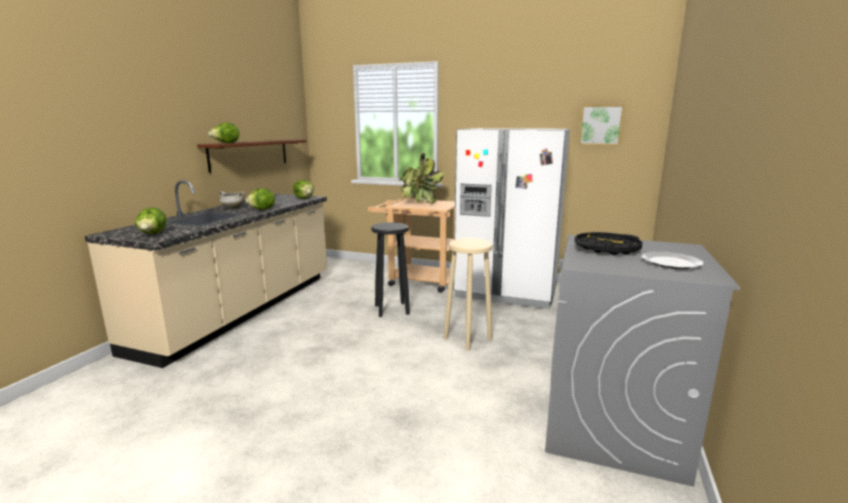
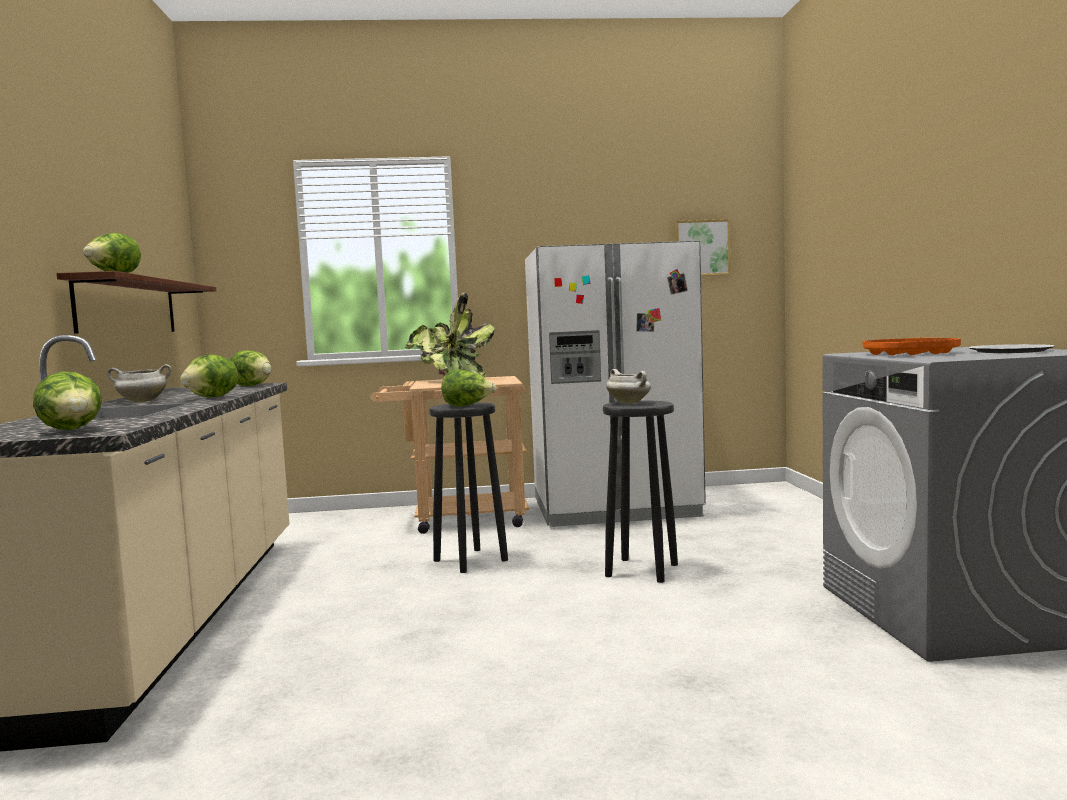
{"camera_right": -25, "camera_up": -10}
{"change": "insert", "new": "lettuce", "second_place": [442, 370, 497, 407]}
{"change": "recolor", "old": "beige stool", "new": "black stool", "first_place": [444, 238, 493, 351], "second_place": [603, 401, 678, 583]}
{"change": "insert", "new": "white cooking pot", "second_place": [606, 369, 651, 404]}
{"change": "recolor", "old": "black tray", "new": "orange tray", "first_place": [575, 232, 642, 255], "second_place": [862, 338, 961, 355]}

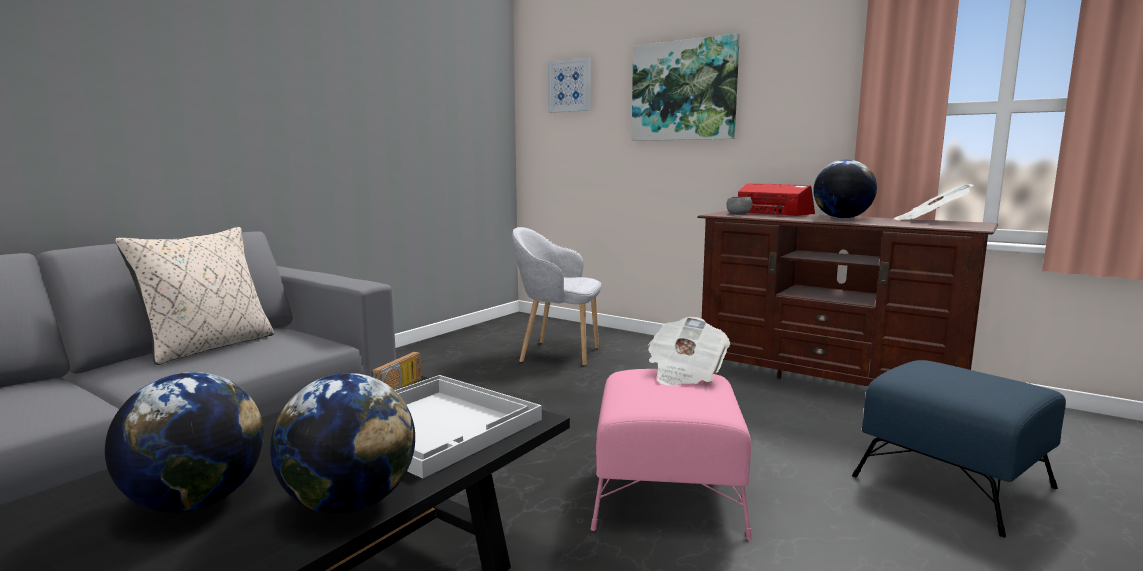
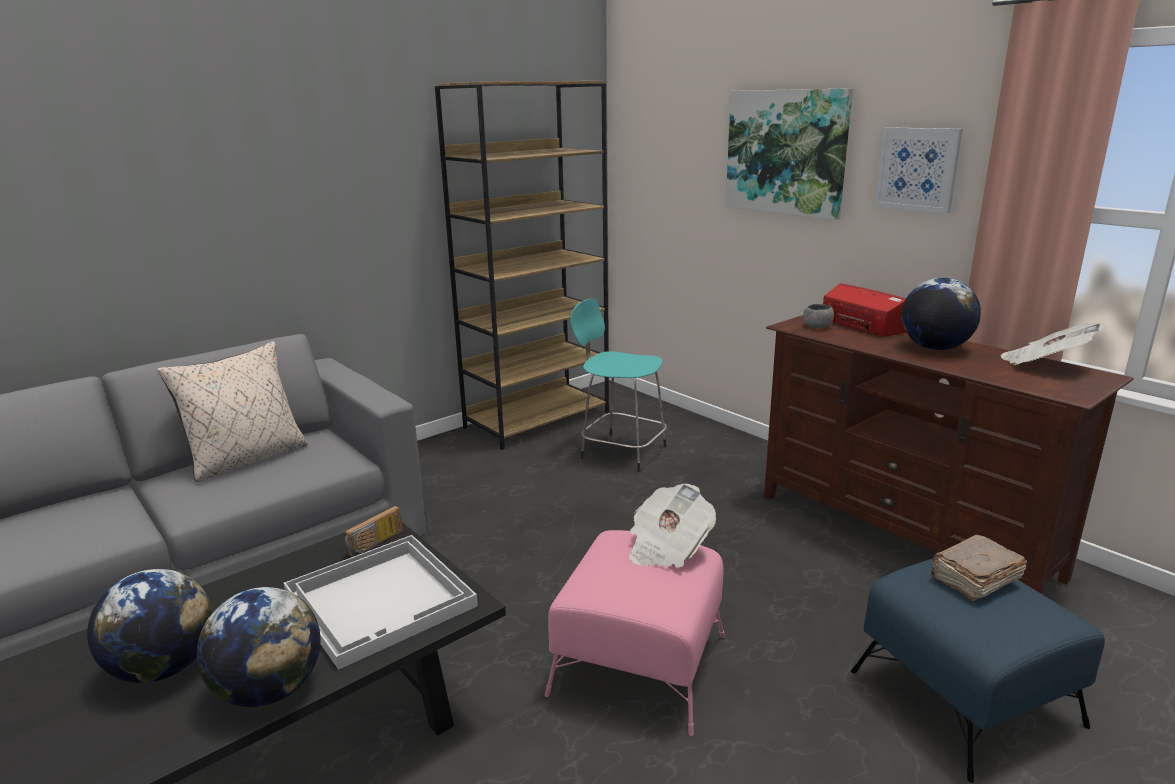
{"camera_right": 15, "camera_up": 10}
{"change": "insert", "new": "brown bookcase", "second_place": [435, 81, 609, 450]}
{"change": "replace", "old": "grey armchair", "new": "turquoise stool", "first_place": [512, 227, 601, 366], "second_place": [570, 299, 667, 472]}
{"change": "move", "old": "picture", "first_place": [548, 57, 591, 113], "second_place": [875, 127, 963, 213]}
{"change": "insert", "new": "brown book", "second_place": [930, 535, 1027, 601]}

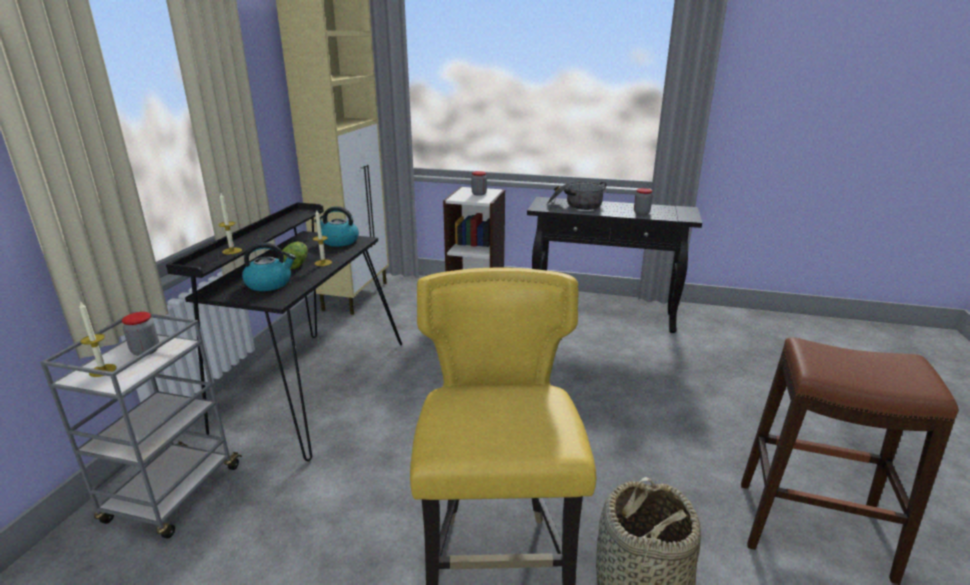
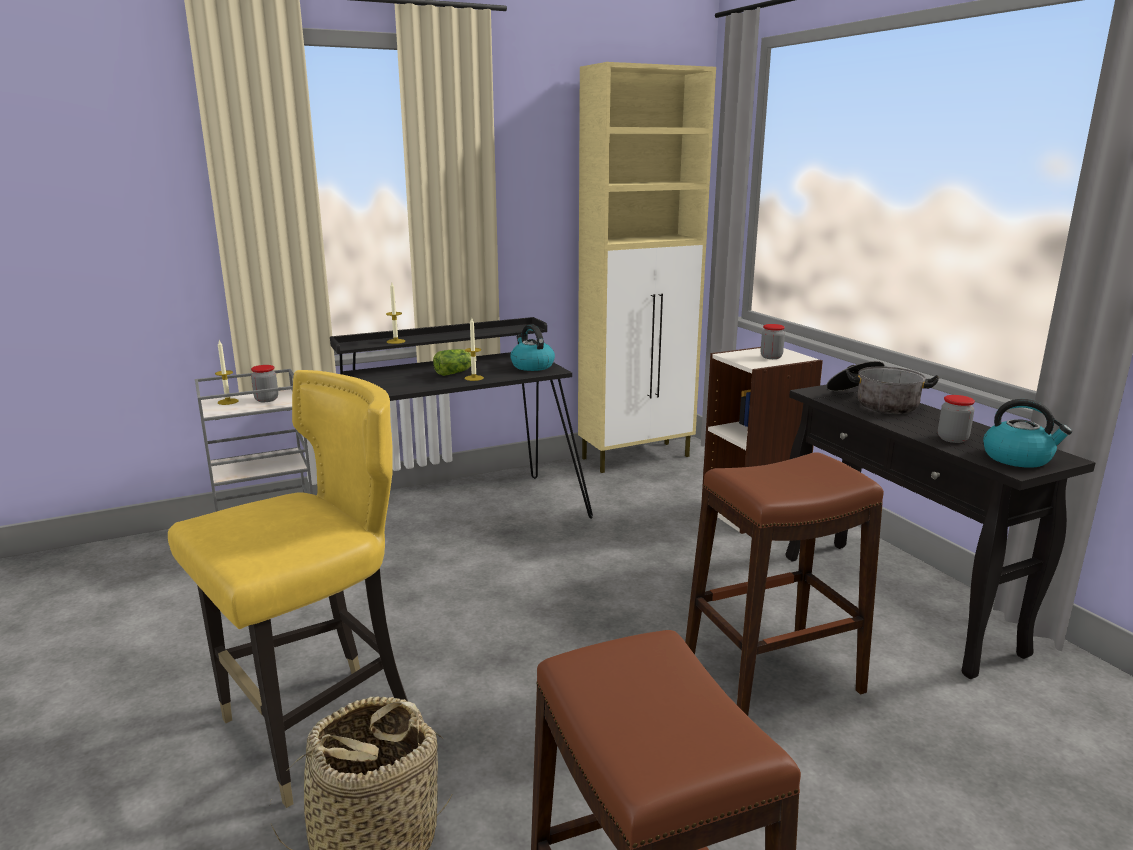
{"camera_right": 50, "camera_up": -5}
{"change": "insert", "new": "brown stool", "second_place": [685, 452, 884, 716]}
{"change": "move", "old": "kettle", "first_place": [242, 242, 296, 291], "second_place": [983, 399, 1072, 468]}

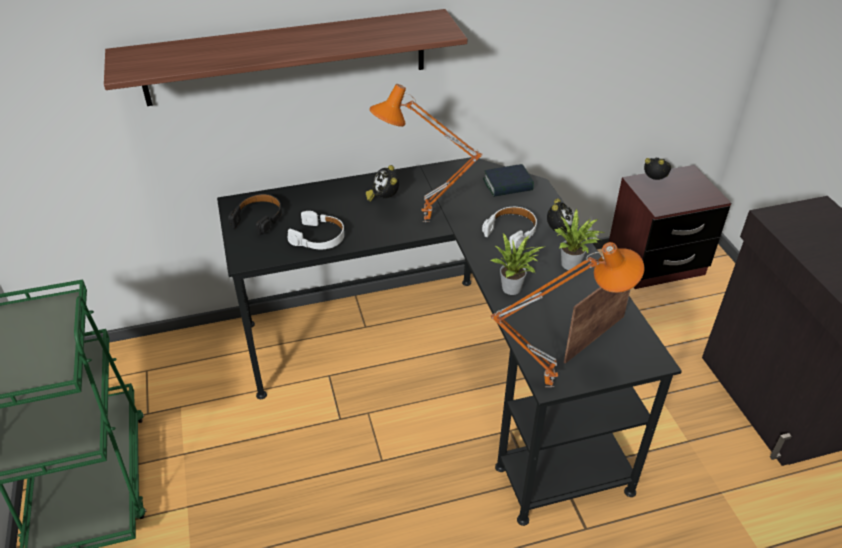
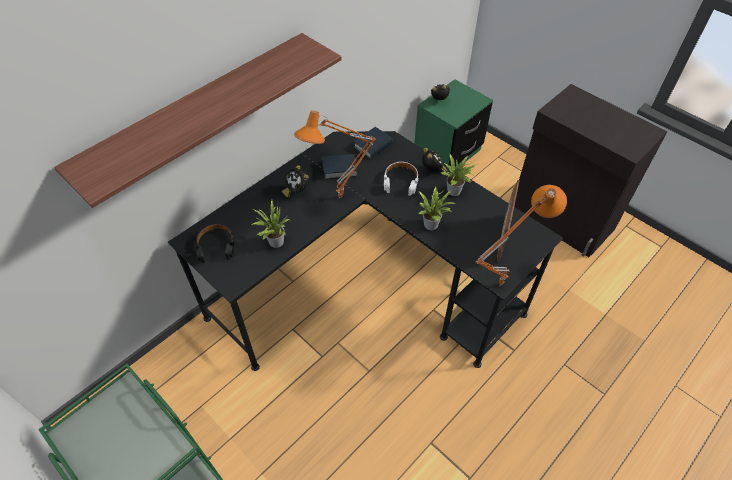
{"camera_right": -30, "camera_up": 10}
{"change": "replace", "old": "white headphones", "new": "potted plant", "first_place": [288, 211, 344, 249], "second_place": [251, 199, 289, 248]}
{"change": "insert", "new": "book", "second_place": [322, 154, 357, 179]}
{"change": "recolor", "old": "brown nightstand", "new": "green nightstand", "first_place": [609, 165, 731, 289], "second_place": [414, 79, 493, 169]}

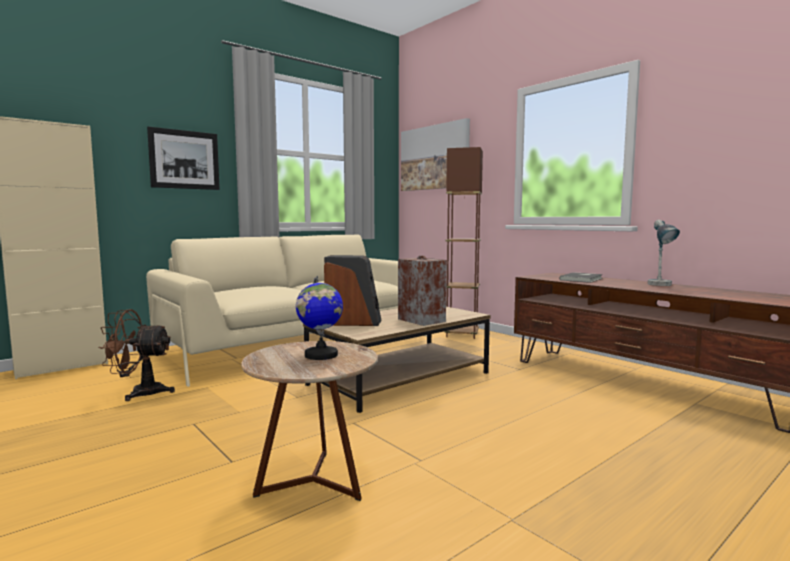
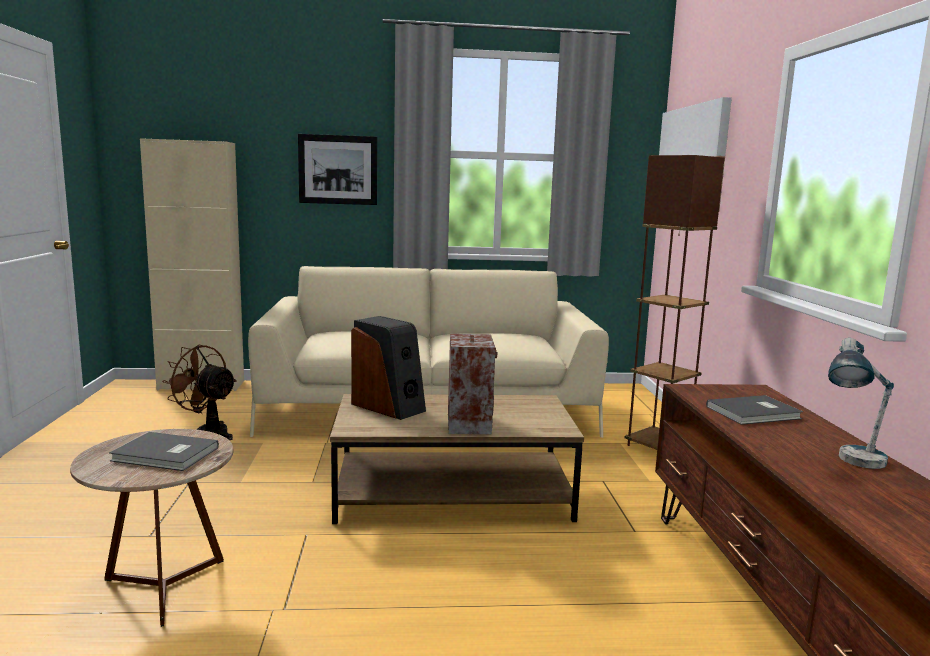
{"camera_right": 35, "camera_up": 5}
{"change": "replace", "old": "globe", "new": "grey book", "first_place": [296, 276, 343, 360], "second_place": [109, 432, 219, 471]}

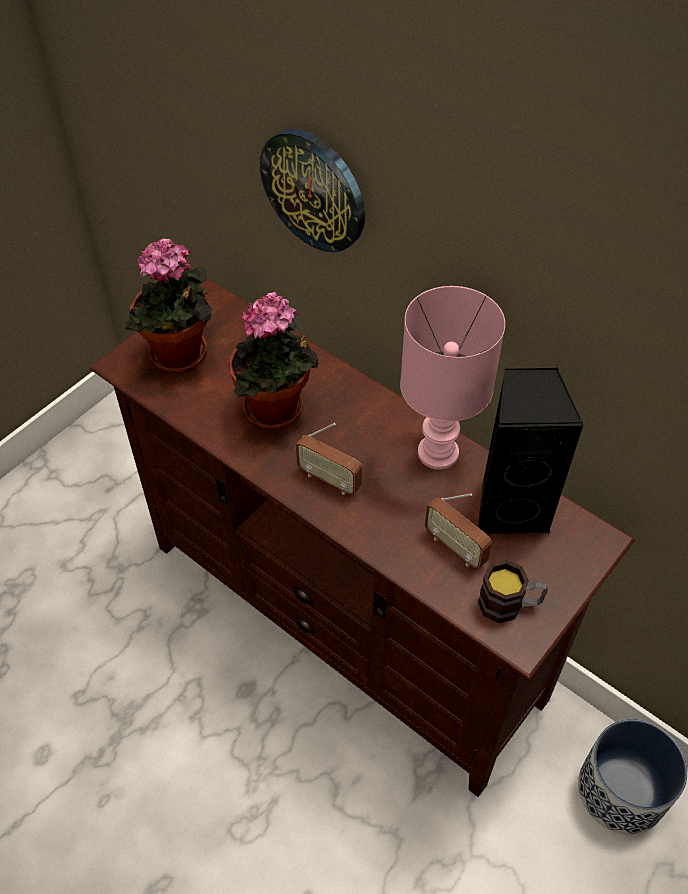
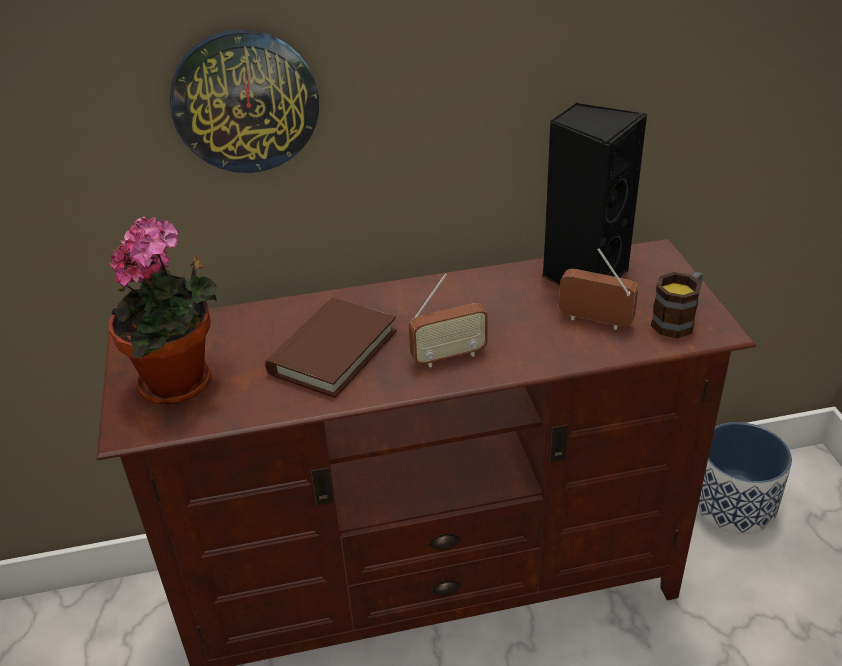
{"camera_right": -50, "camera_up": -15}
{"change": "replace", "old": "potted plant", "new": "brown book", "first_place": [230, 292, 319, 429], "second_place": [265, 298, 397, 398]}
{"change": "rotate", "old": "radio", "first_place": [425, 493, 492, 570], "second_place": [559, 249, 639, 330], "degrees": -150}
{"change": "delete", "old": "pink table lamp", "first_place": [400, 286, 505, 470]}

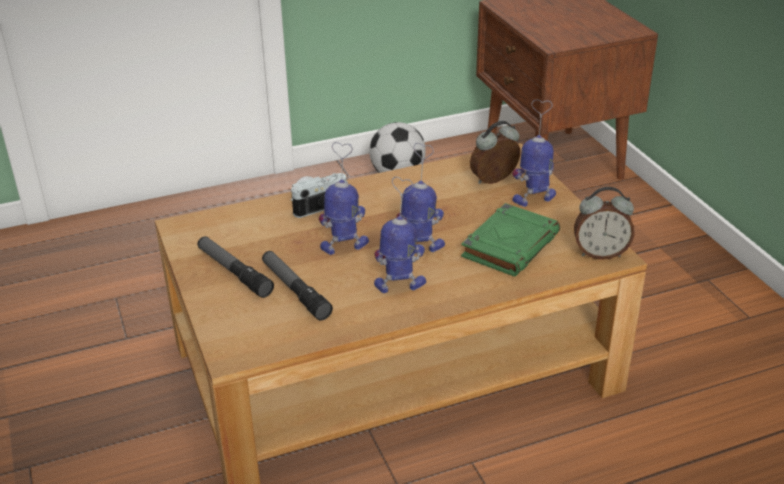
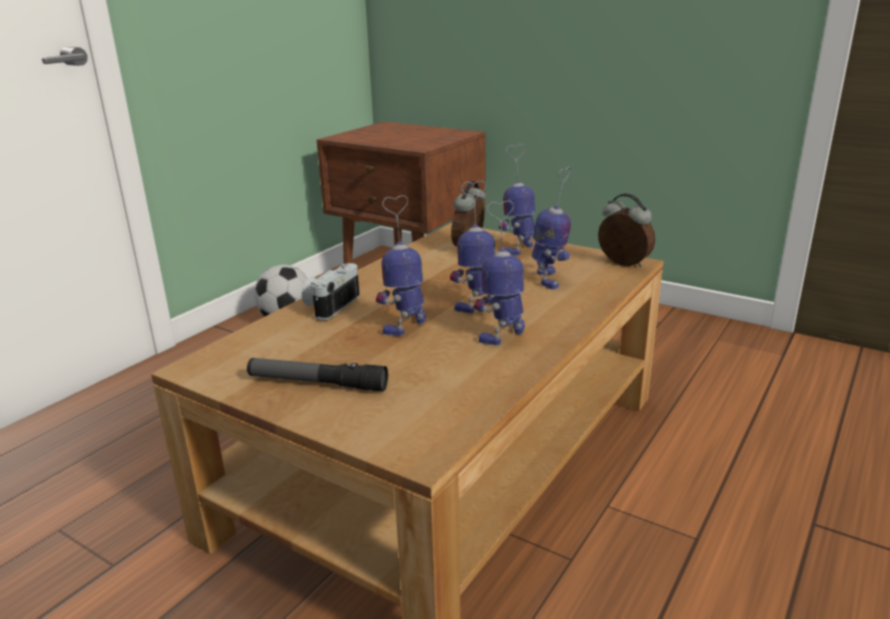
{"camera_right": -35, "camera_up": -10}
{"change": "replace", "old": "green book", "new": "toy robot", "first_place": [461, 203, 560, 277], "second_place": [531, 167, 571, 290]}
{"change": "rotate", "old": "alarm clock", "first_place": [574, 187, 635, 260], "second_place": [598, 193, 655, 267], "degrees": -105}
{"change": "delete", "old": "flashlight", "first_place": [262, 251, 333, 320]}

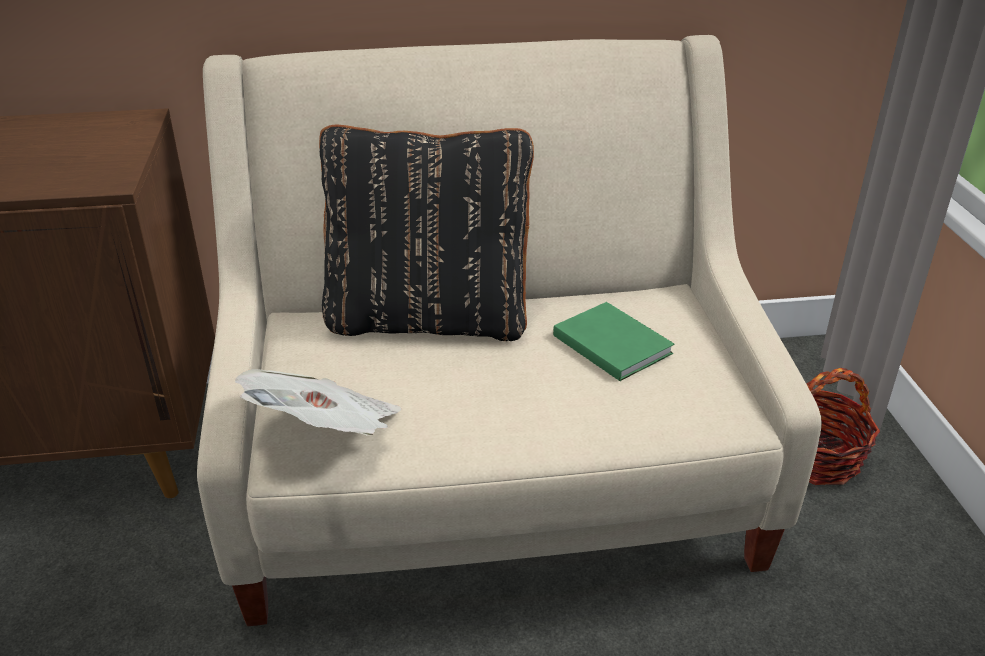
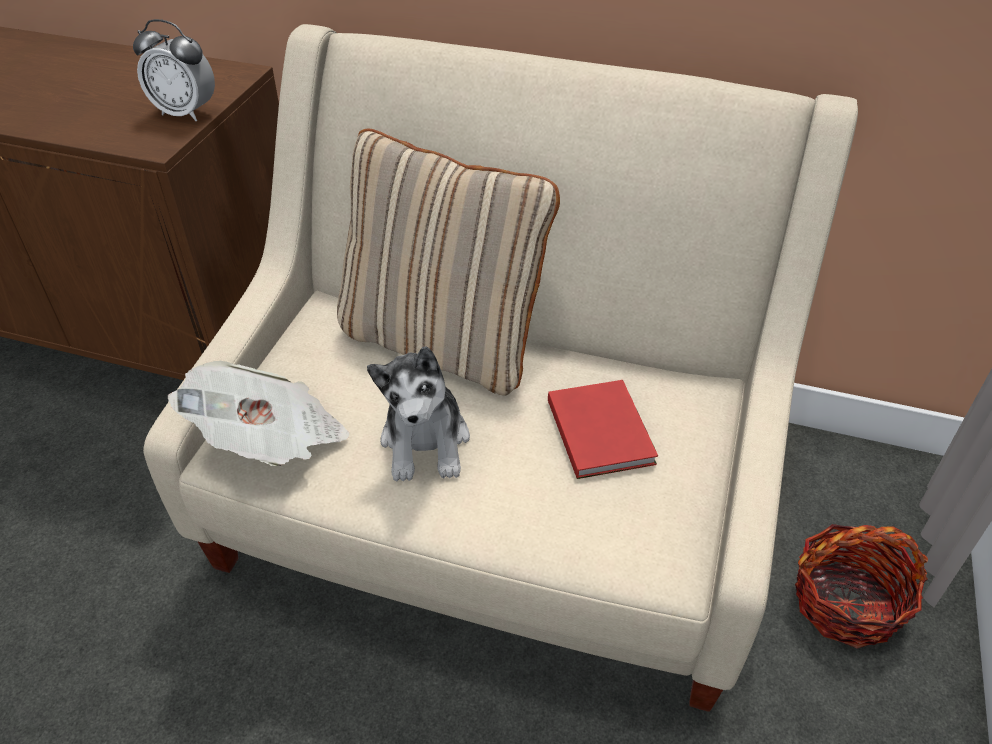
{"camera_right": 25, "camera_up": 10}
{"change": "insert", "new": "alarm clock", "second_place": [133, 19, 215, 121]}
{"change": "recolor", "old": "black pillow", "new": "beige pillow", "first_place": [319, 125, 534, 341], "second_place": [337, 129, 560, 396]}
{"change": "insert", "new": "plush toy", "second_place": [367, 346, 470, 482]}
{"change": "recolor", "old": "green book", "new": "red book", "first_place": [553, 302, 674, 381], "second_place": [548, 380, 658, 479]}

